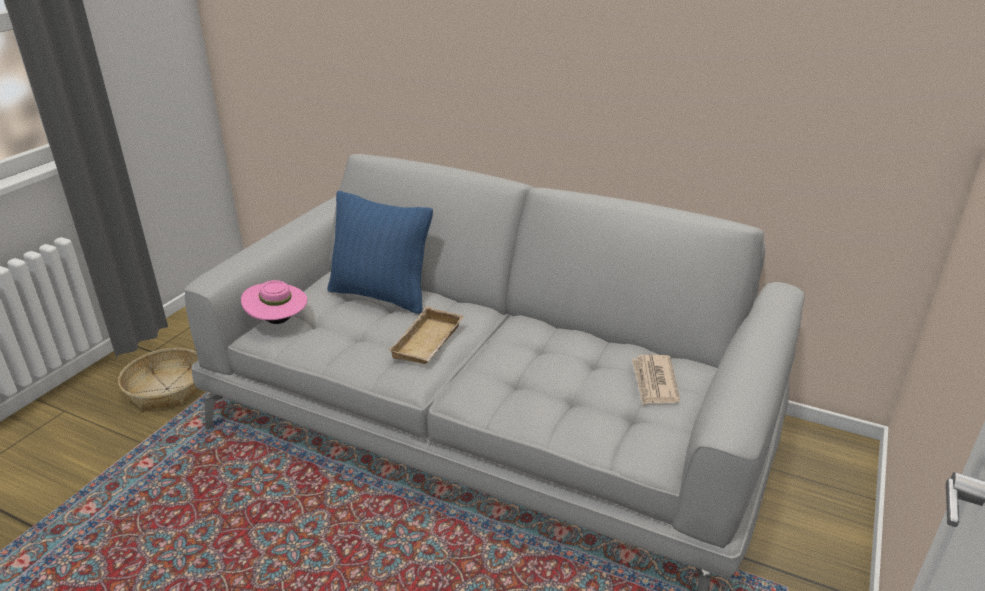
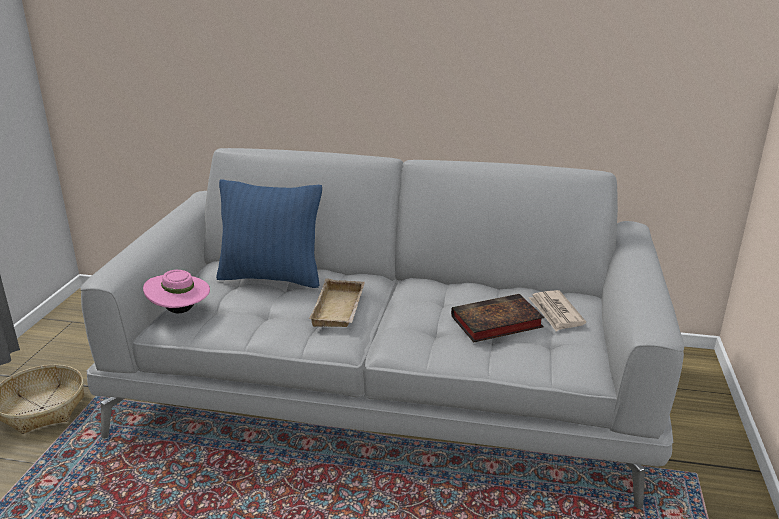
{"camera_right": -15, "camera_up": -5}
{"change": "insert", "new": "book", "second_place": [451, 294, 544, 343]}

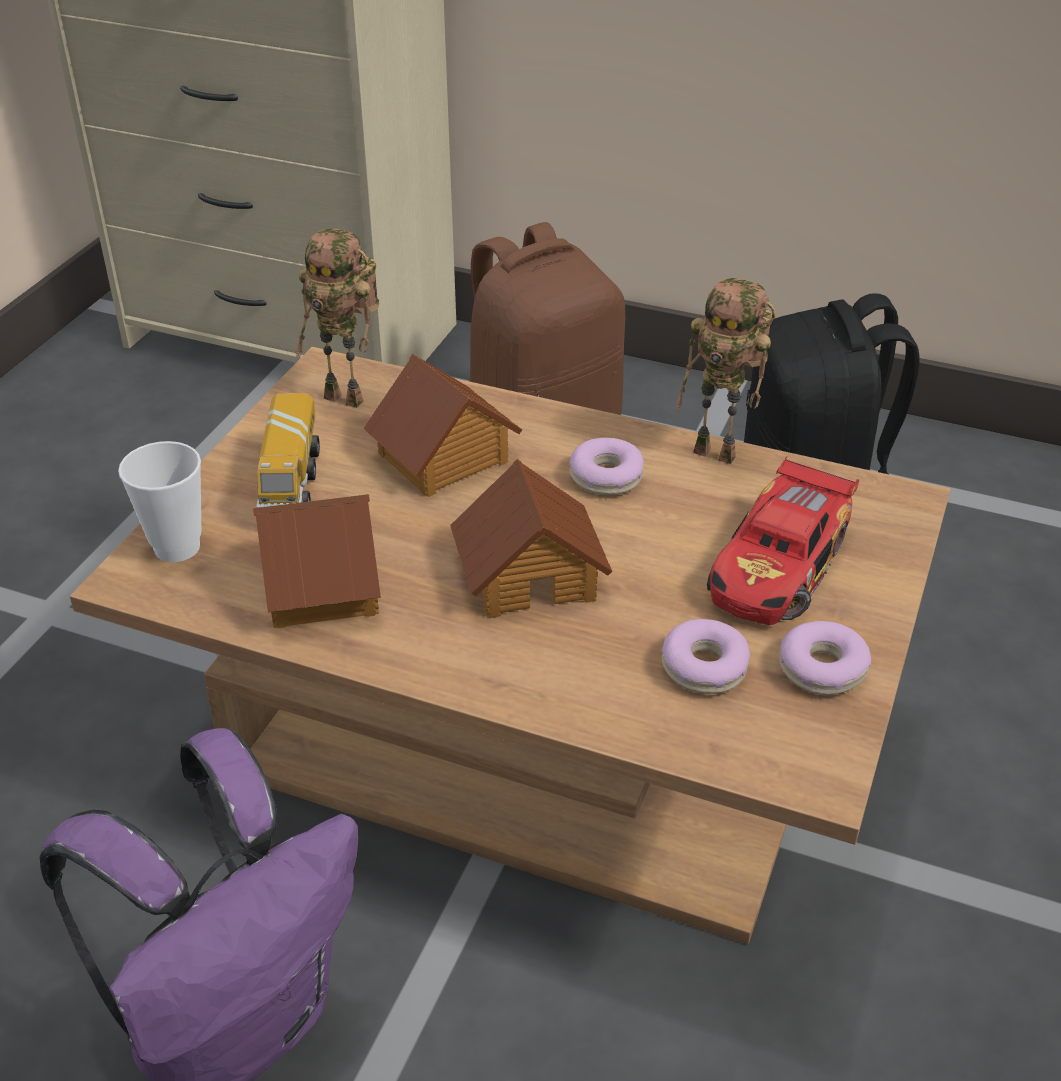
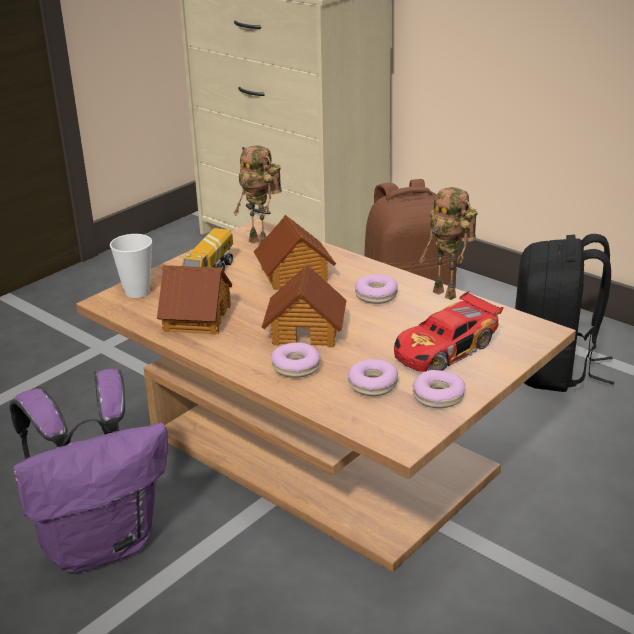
{"camera_right": 20, "camera_up": -10}
{"change": "insert", "new": "donut", "second_place": [271, 342, 320, 378]}

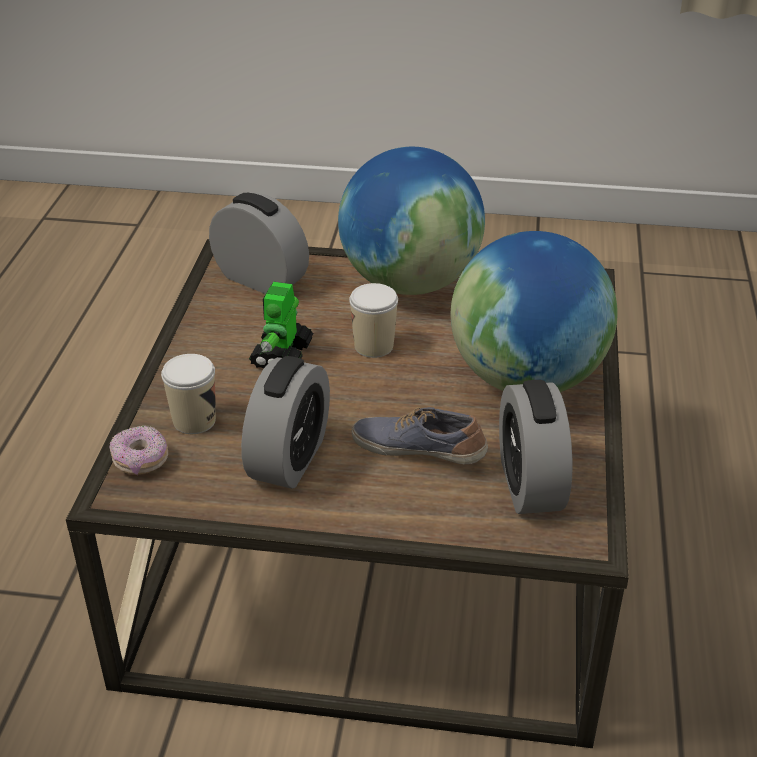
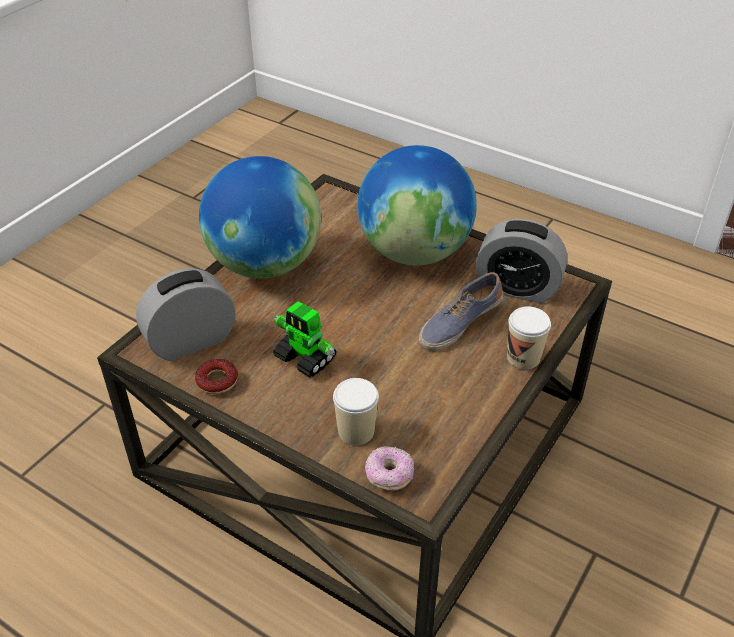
{"camera_right": -65, "camera_up": 5}
{"change": "insert", "new": "donut", "second_place": [195, 359, 238, 394]}
{"change": "move", "old": "cup", "first_place": [349, 283, 398, 358], "second_place": [507, 307, 551, 369]}
{"change": "delete", "old": "alarm clock", "first_place": [241, 356, 330, 489]}

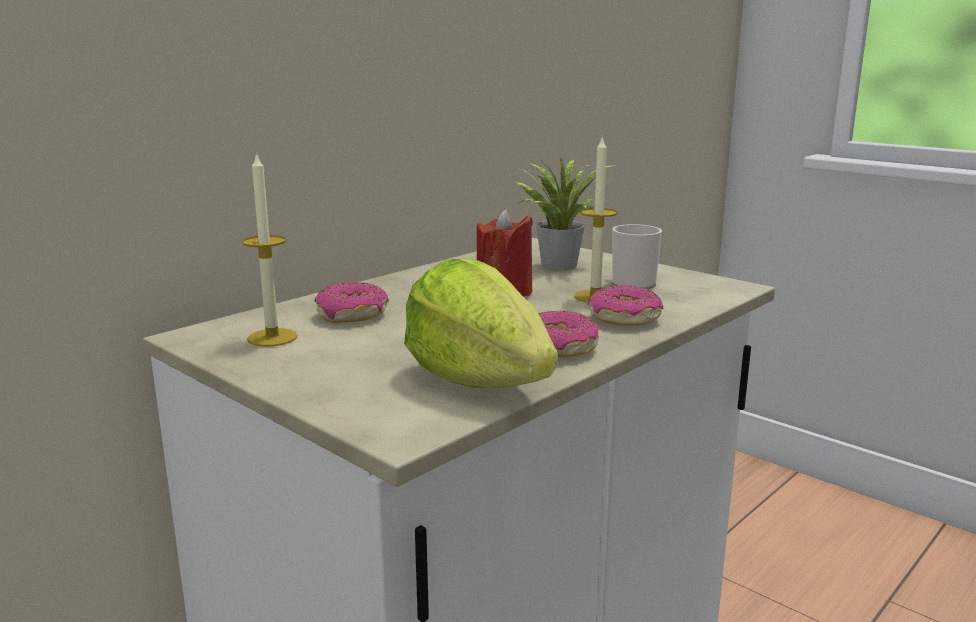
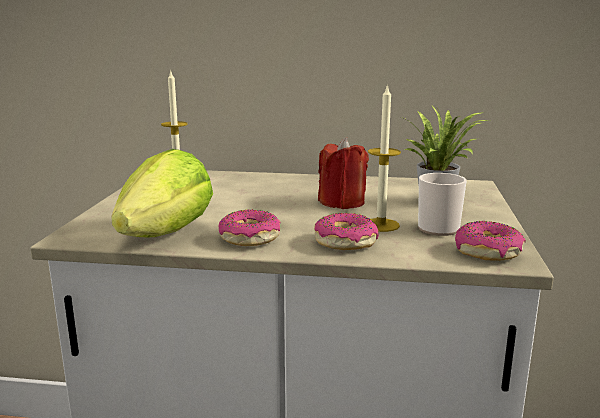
{"camera_right": 55, "camera_up": 0}
{"change": "move", "old": "donut", "first_place": [315, 282, 389, 323], "second_place": [455, 221, 526, 261]}

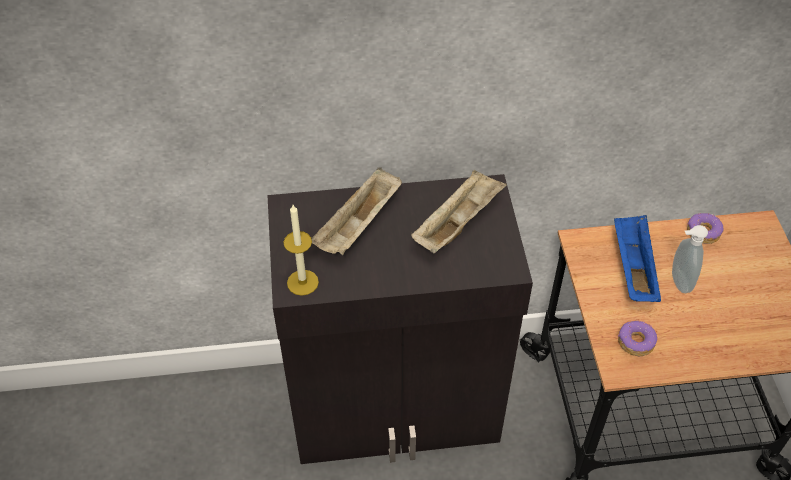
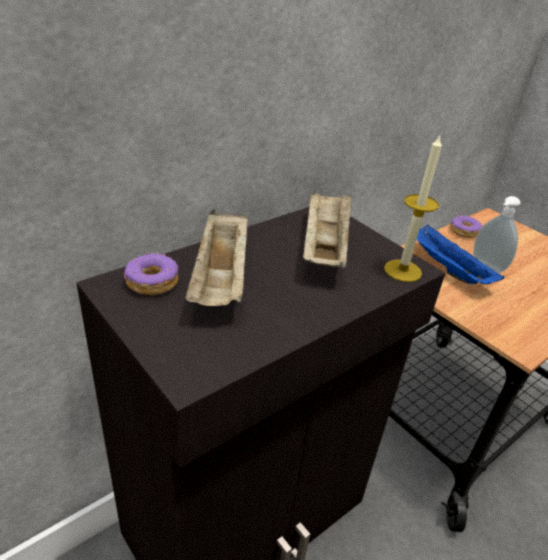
{"camera_right": -35, "camera_up": -15}
{"change": "move", "old": "donut", "first_place": [618, 321, 657, 356], "second_place": [124, 252, 178, 295]}
{"change": "move", "old": "candle", "first_place": [284, 205, 319, 296], "second_place": [384, 135, 442, 282]}

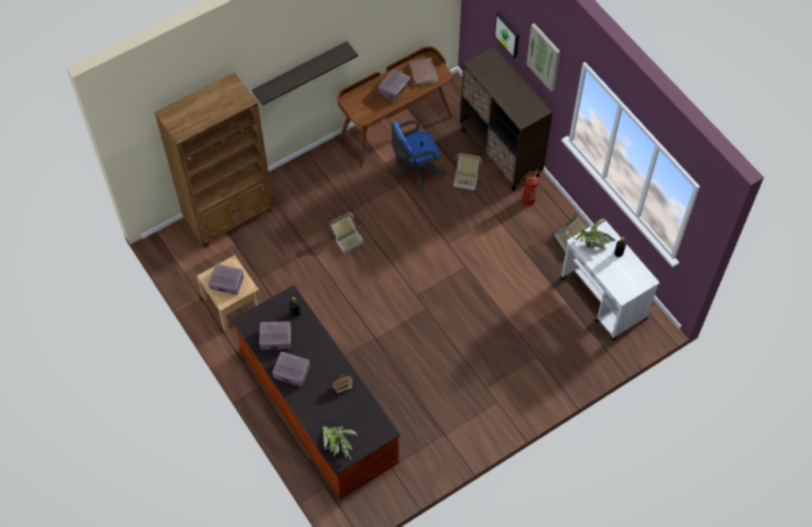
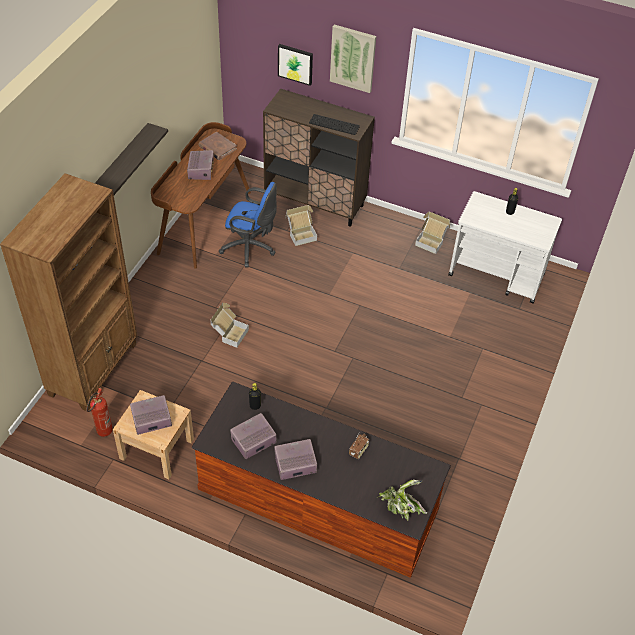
{"camera_right": -35, "camera_up": -10}
{"change": "move", "old": "fire extinguisher", "first_place": [520, 169, 539, 206], "second_place": [86, 388, 113, 437]}
{"change": "rotate", "old": "blue office chair", "first_place": [391, 120, 446, 191], "second_place": [219, 182, 277, 267], "degrees": -105}
{"change": "insert", "new": "keyboard", "second_place": [309, 114, 360, 135]}
{"change": "delete", "old": "potted plant", "first_place": [575, 218, 616, 250]}

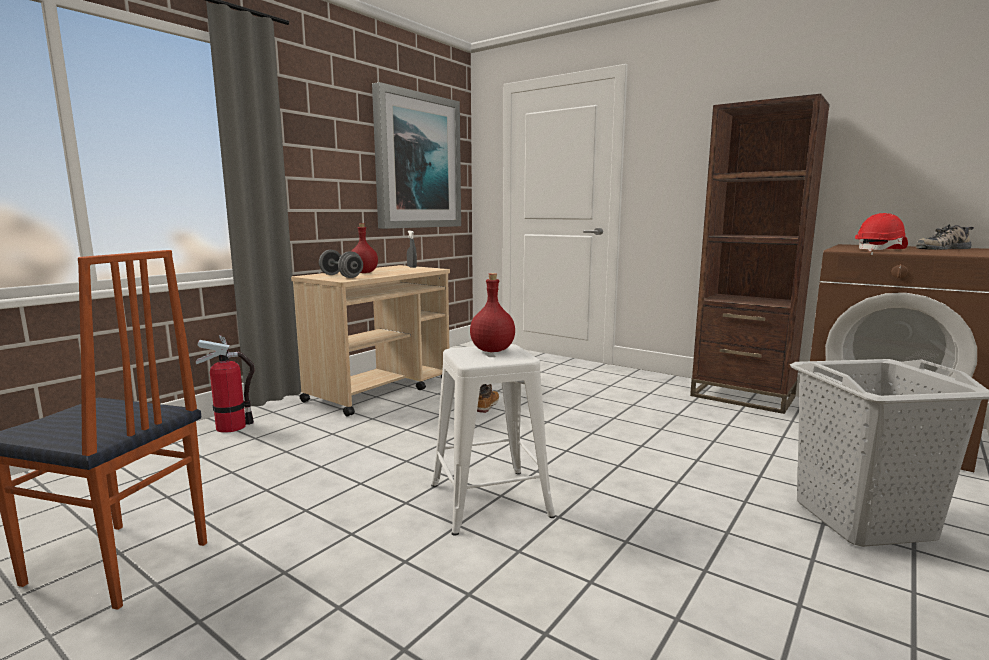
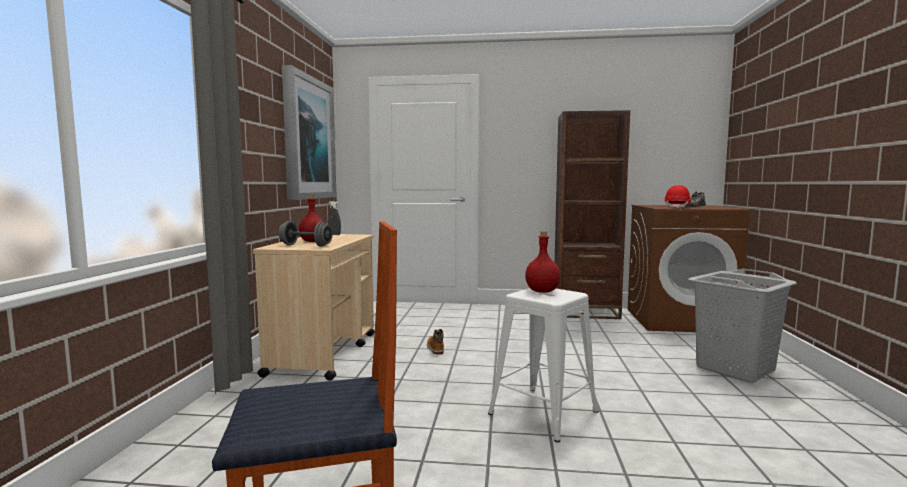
{"camera_right": -30, "camera_up": -5}
{"change": "delete", "old": "fire extinguisher", "first_place": [196, 335, 255, 433]}

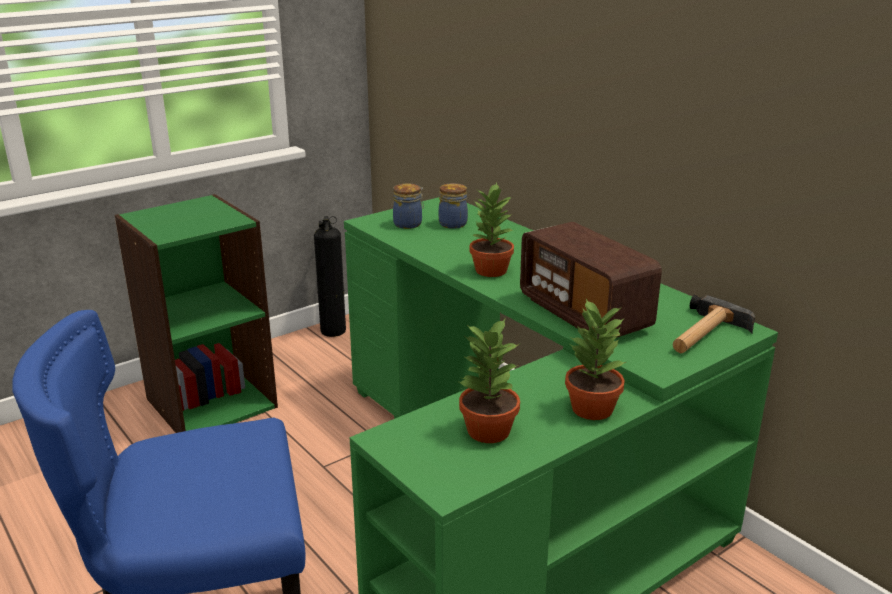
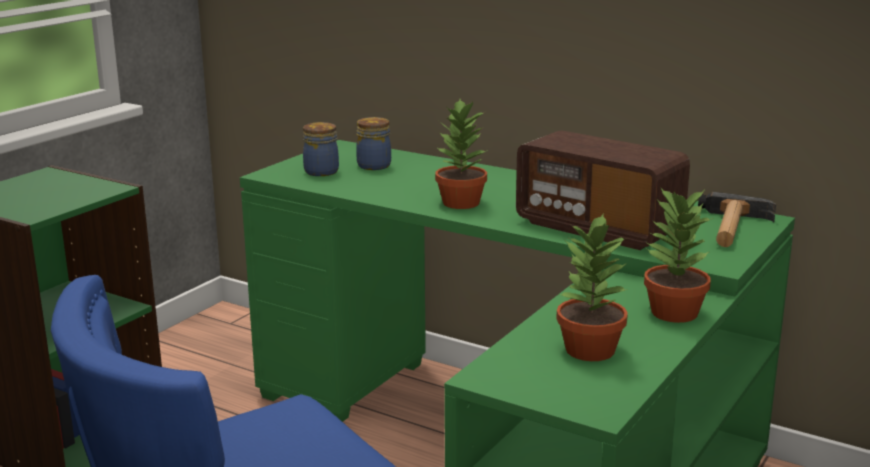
{"camera_right": -20, "camera_up": -5}
{"change": "delete", "old": "fire extinguisher", "first_place": [314, 216, 346, 337]}

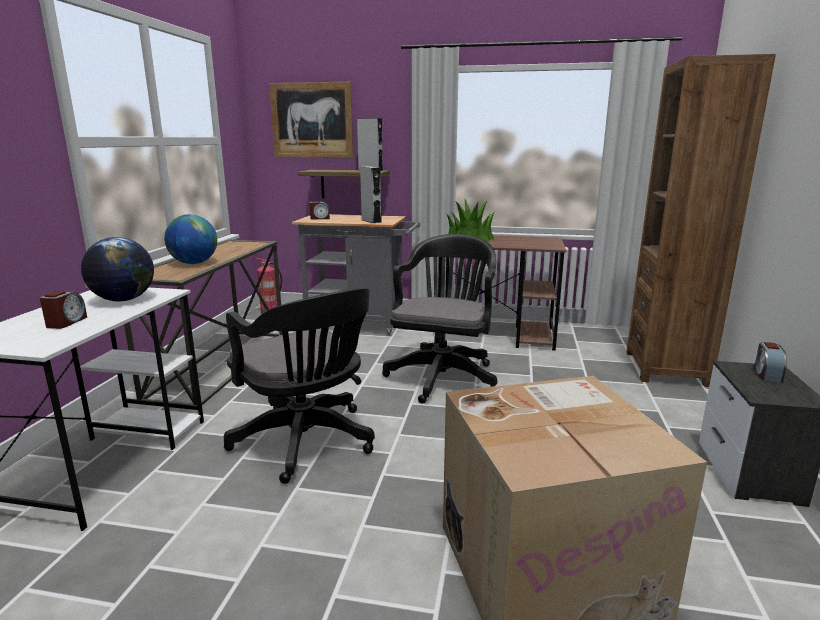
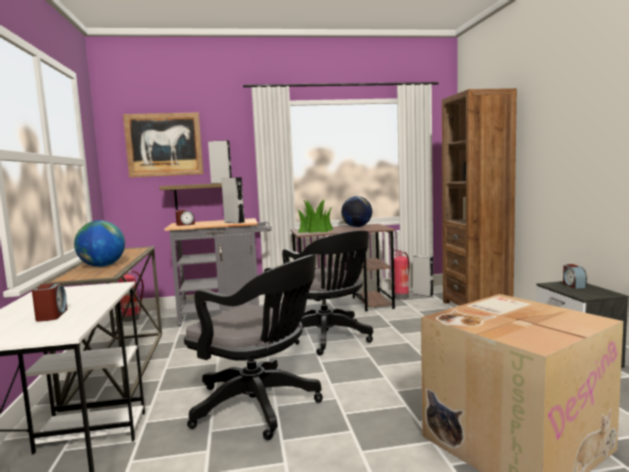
{"camera_right": -20, "camera_up": -10}
{"change": "rotate", "old": "black office chair", "first_place": [382, 234, 497, 404], "second_place": [282, 231, 373, 356], "degrees": 150}
{"change": "move", "old": "globe", "first_place": [81, 237, 154, 301], "second_place": [341, 196, 372, 227]}
{"change": "insert", "new": "fire extinguisher", "second_place": [394, 250, 410, 300]}
{"change": "insert", "new": "grey speaker", "second_place": [413, 255, 433, 297]}

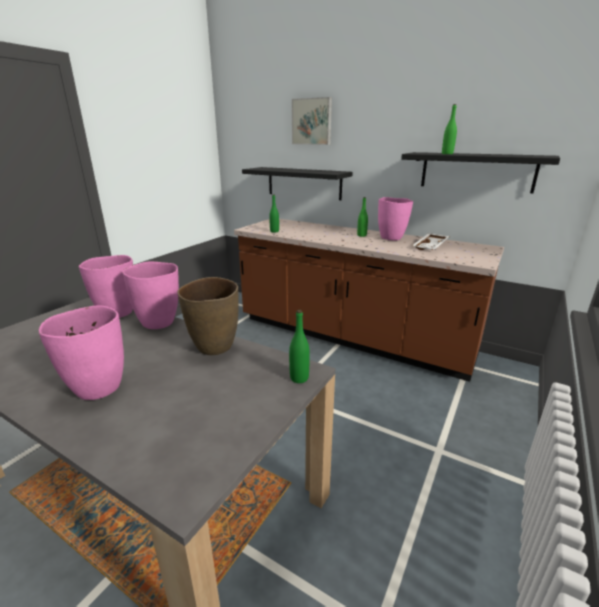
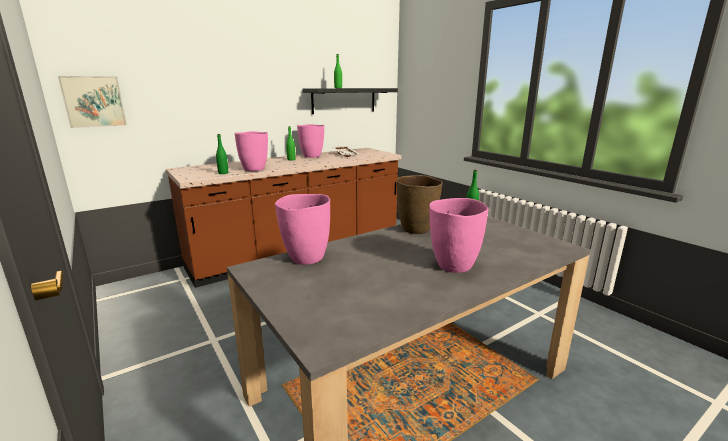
{"camera_right": -65, "camera_up": -5}
{"change": "move", "old": "picture", "first_place": [292, 97, 332, 145], "second_place": [58, 76, 127, 128]}
{"change": "move", "old": "pink vase", "first_place": [122, 261, 179, 329], "second_place": [234, 131, 268, 171]}
{"change": "delete", "old": "black shelf", "first_place": [242, 167, 353, 200]}

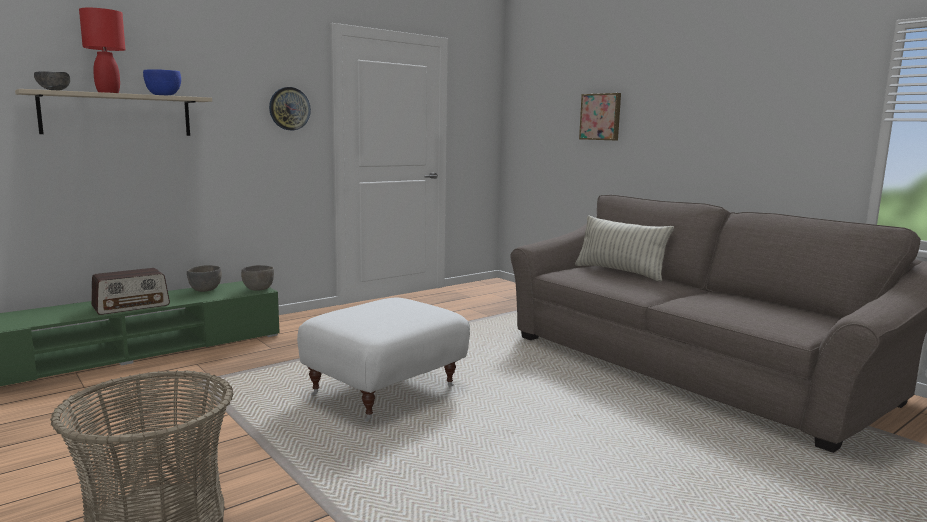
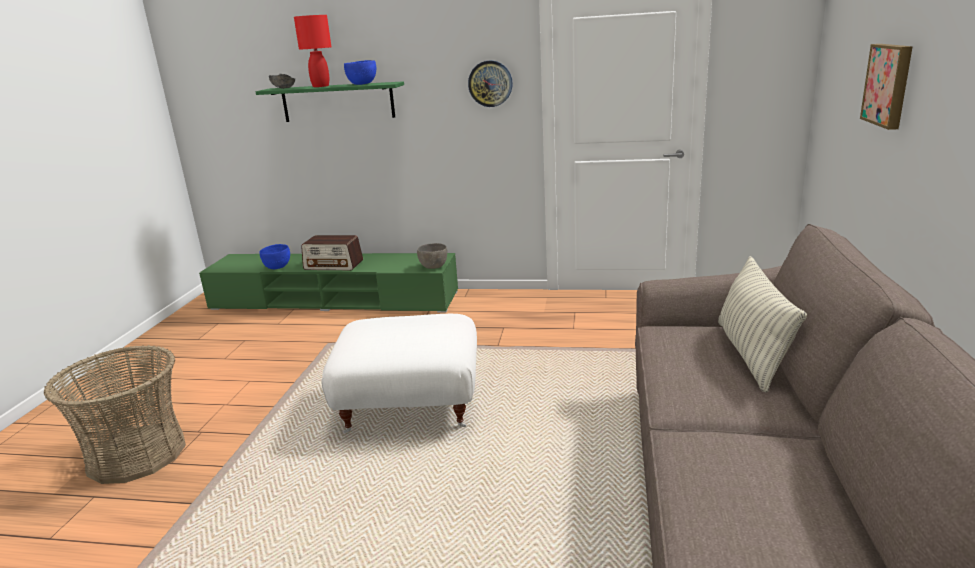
{"camera_right": 50, "camera_up": 10}
{"change": "recolor", "old": "beige shelf", "new": "green shelf", "first_place": [15, 89, 212, 136], "second_place": [256, 81, 404, 122]}
{"change": "insert", "new": "blue bowl", "second_place": [259, 244, 290, 269]}
{"change": "delete", "old": "grey bowl", "first_place": [187, 265, 222, 292]}

